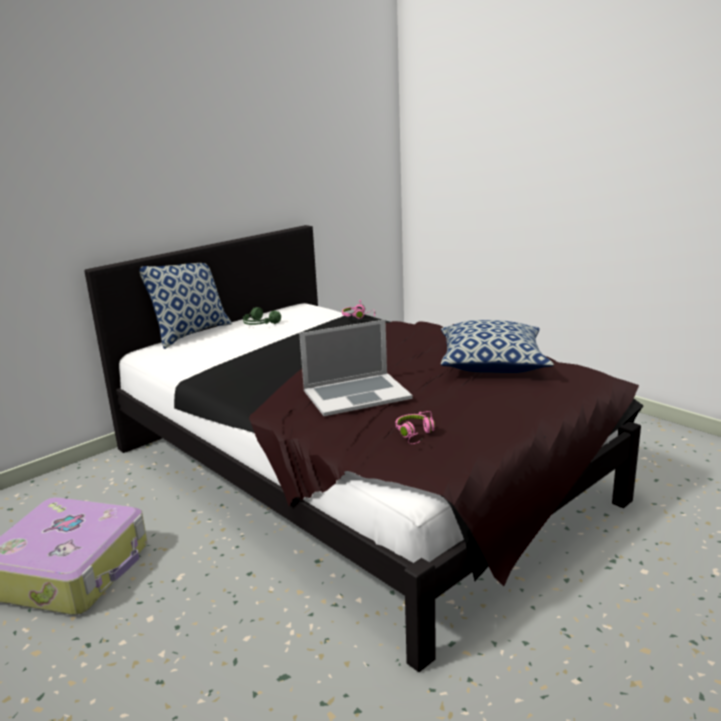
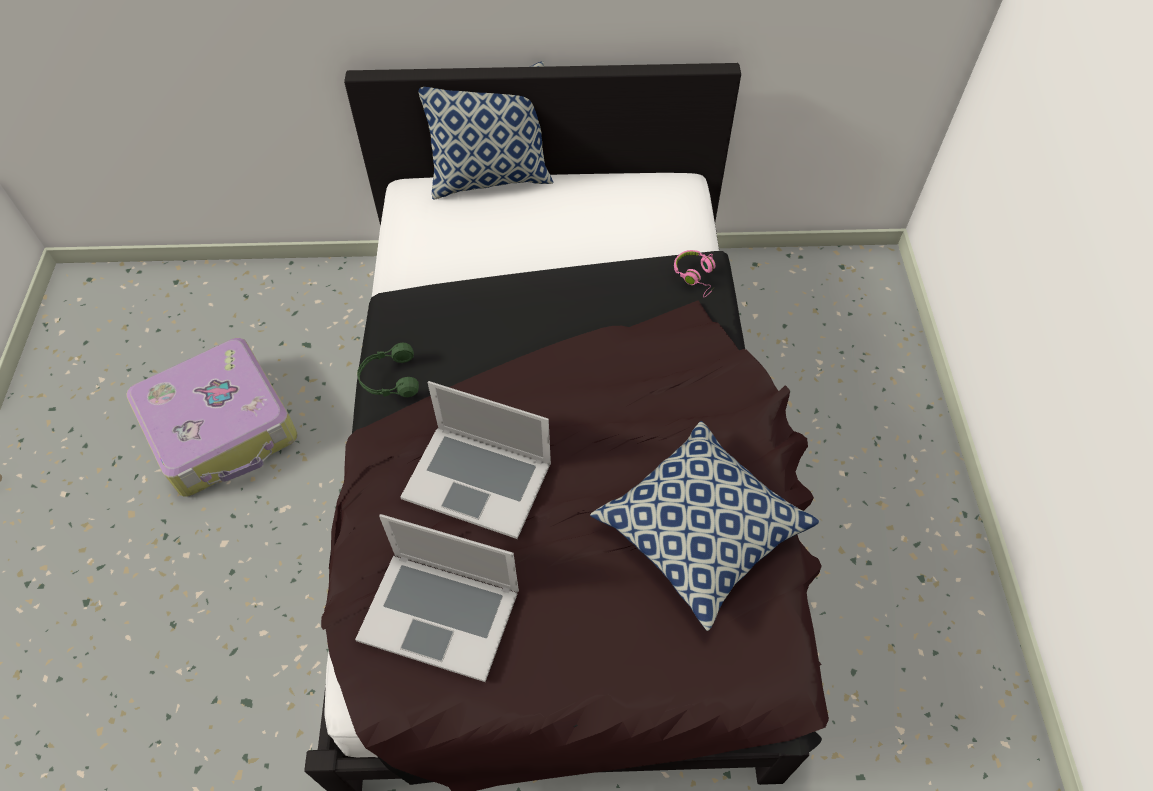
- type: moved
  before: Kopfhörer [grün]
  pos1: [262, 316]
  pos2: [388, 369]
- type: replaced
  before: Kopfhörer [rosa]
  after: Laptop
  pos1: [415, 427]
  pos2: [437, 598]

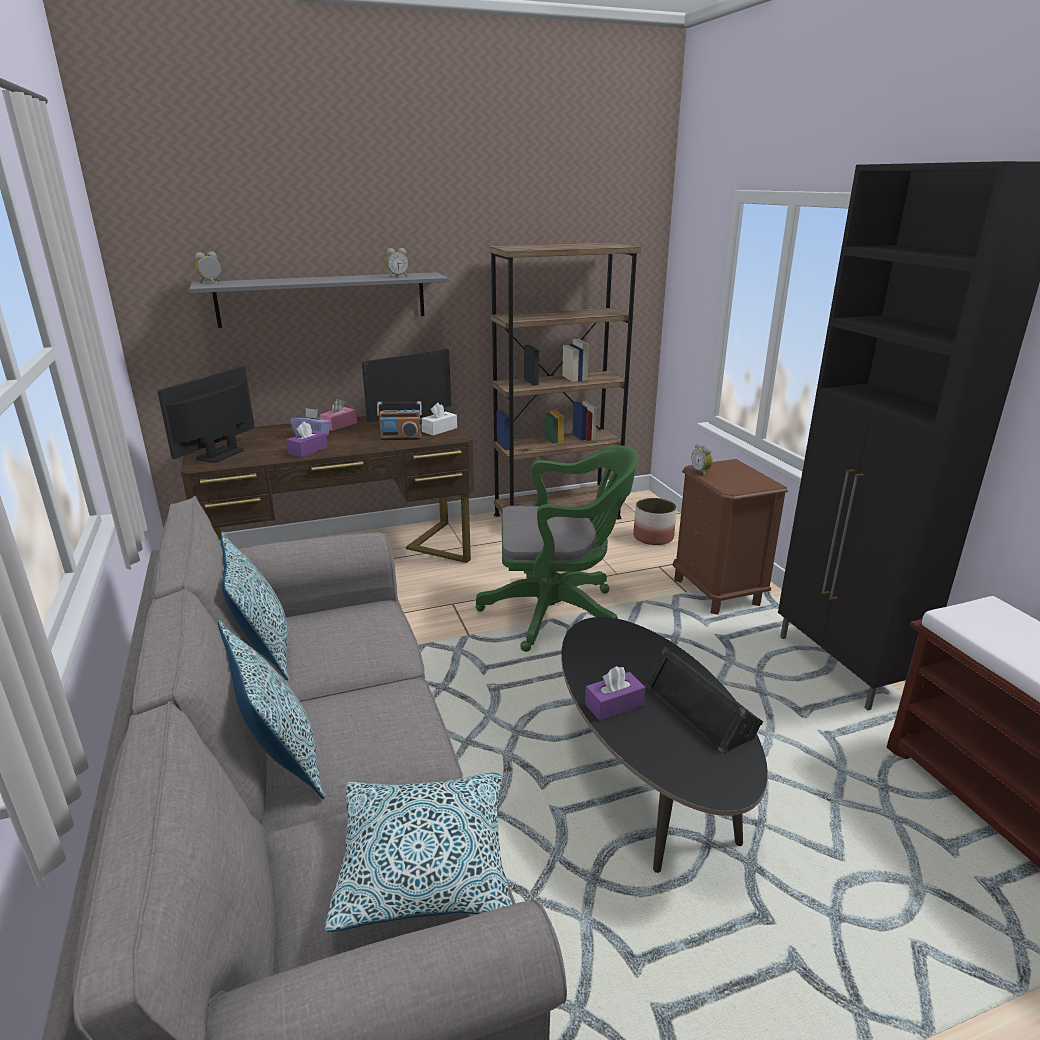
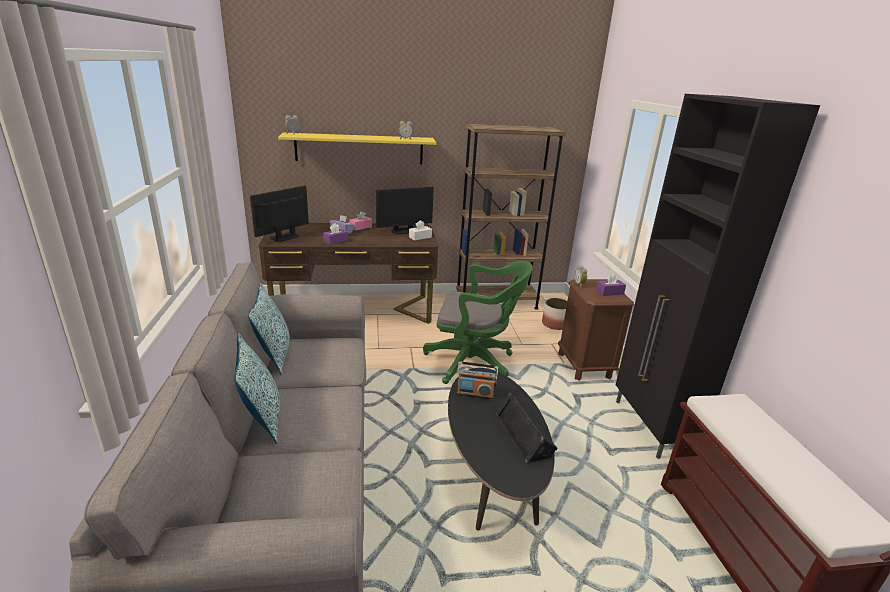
- type: recoloured
  before: Wandregal [grau]
  after: Wandregal [gelb]
  pos1: [319, 300]
  pos2: [357, 149]
- type: removed
  before: Kissen
  pos1: [418, 851]
- type: moved
  before: Radio
  pos1: [399, 420]
  pos2: [477, 380]
- type: moved
  before: Taschentuchbox [lila]
  pos1: [615, 693]
  pos2: [611, 284]

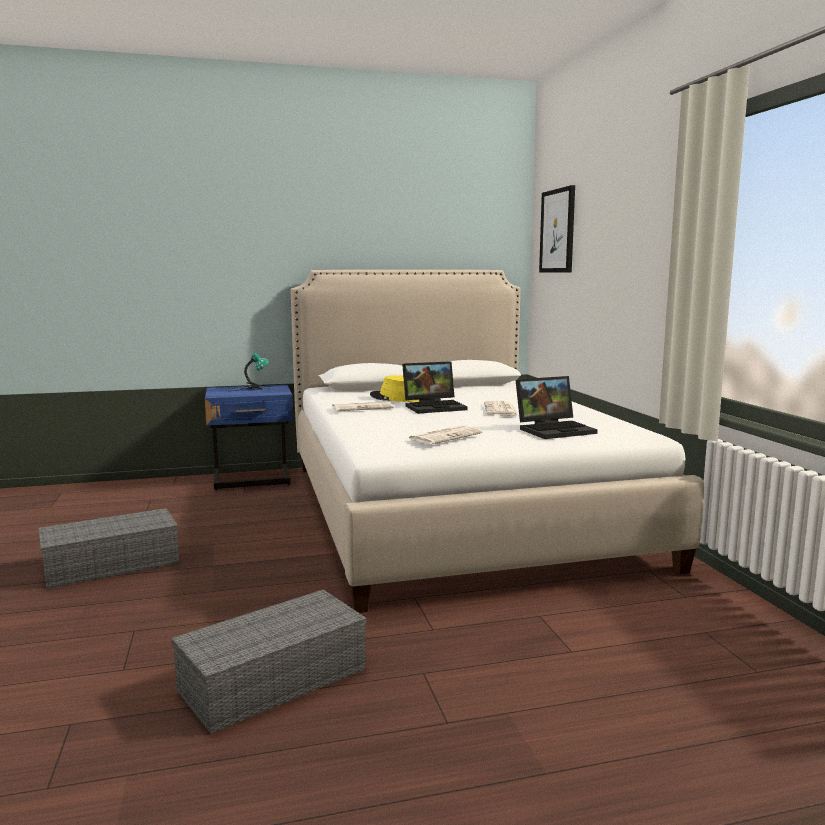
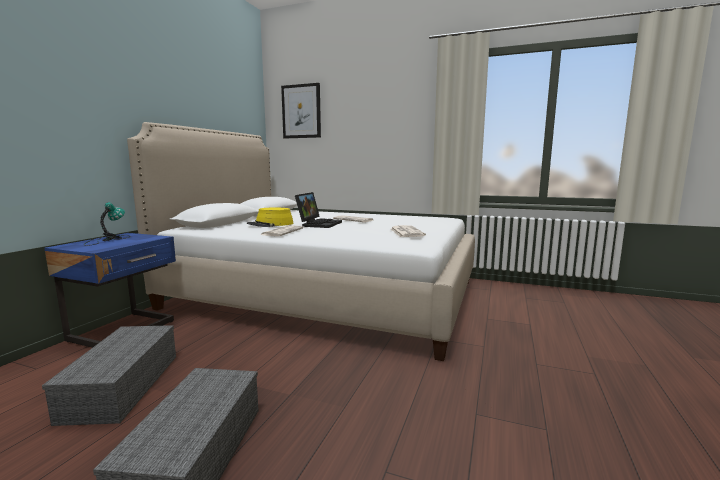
- type: moved
  before: Aufbewahrungsbox [grau]
  pos1: [269, 661]
  pos2: [109, 375]
- type: removed
  before: Laptop
  pos1: [556, 407]

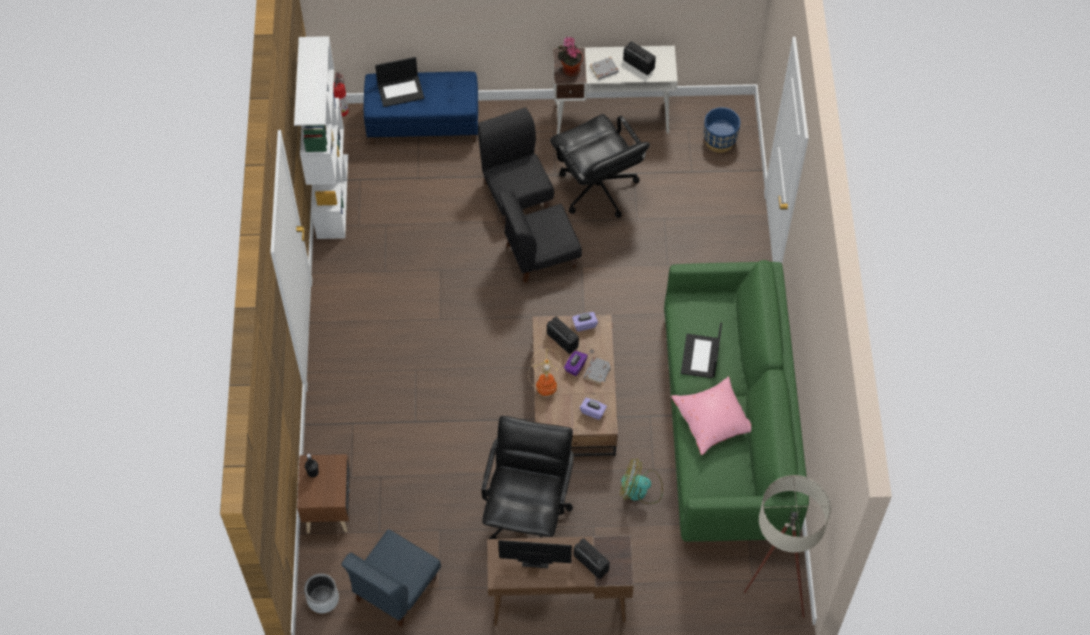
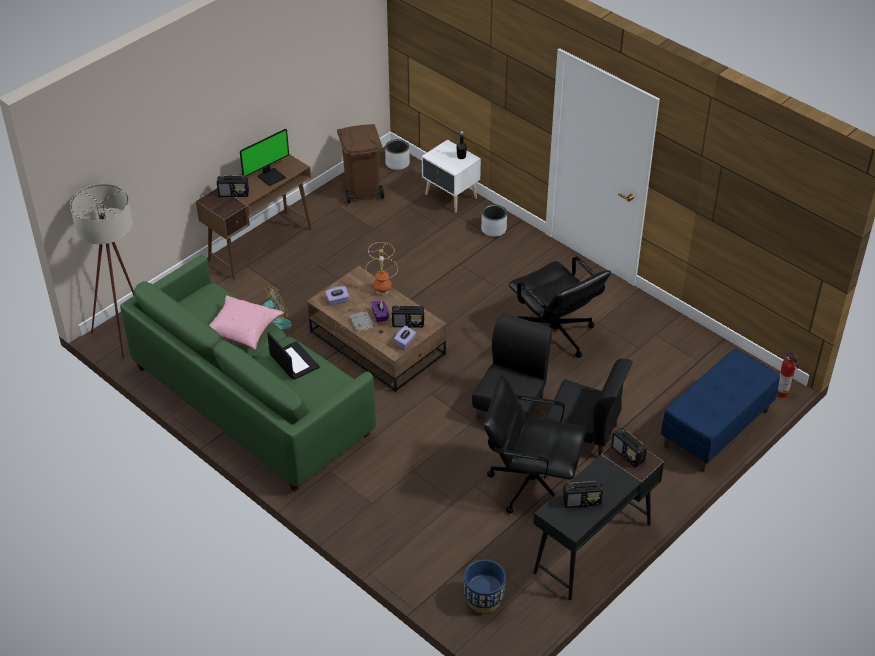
- type: removed
  before: Bücherregal [weiß]
  pos1: [321, 137]
- type: recoloured
  before: Nachttisch [braun]
  after: Nachttisch [weiß]
  pos1: [323, 493]
  pos2: [451, 176]
- type: replaced
  before: Stuhl [blau]
  after: Mülleimer [braun]
  pos1: [391, 578]
  pos2: [360, 164]
- type: removed
  before: Laptop
  pos1: [399, 82]
- type: moved
  before: Bürostuhl [schwarz]
  pos1: [527, 477]
  pos2: [559, 307]
- type: recoloured
  before: Schreibtisch [weiß]
  after: Schreibtisch [schwarz]
  pos1: [615, 90]
  pos2: [598, 523]
- type: replaced
  before: Topfpflanze
  after: Radio
  pos1: [570, 56]
  pos2: [629, 447]
- type: removed
  before: Buch [grau]
  pos1: [604, 68]
- type: added
  after: Pflanzkübel [grau]
  pos2: [494, 220]

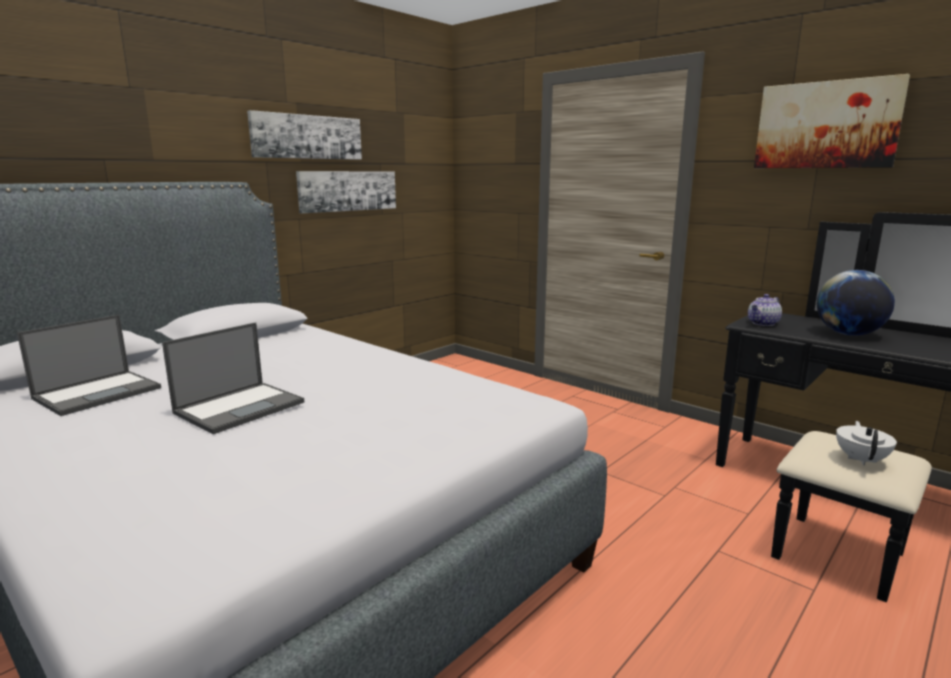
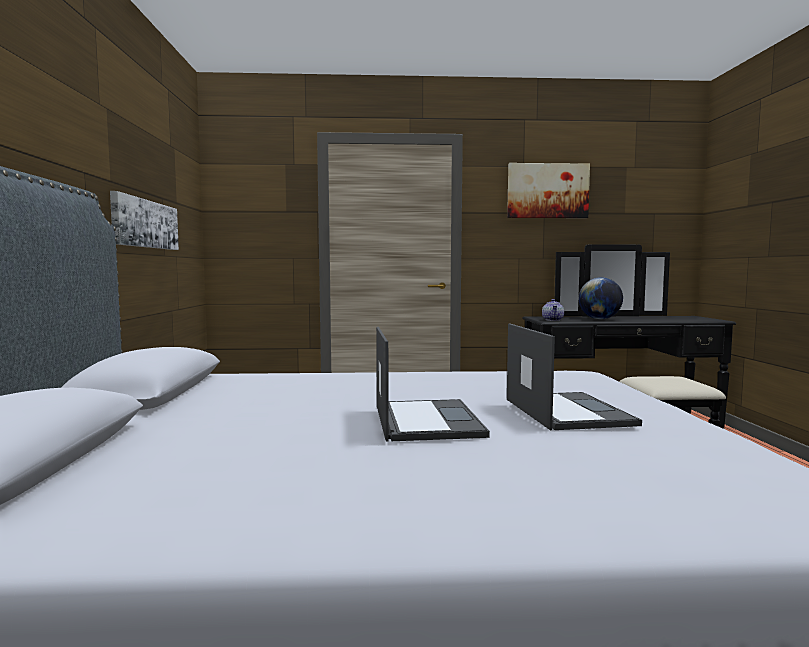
- type: moved
  before: Laptop
  pos1: [89, 365]
  pos2: [574, 376]
- type: removed
  before: Bild
  pos1: [304, 135]
- type: removed
  before: Teekanne [weiß]
  pos1: [866, 443]

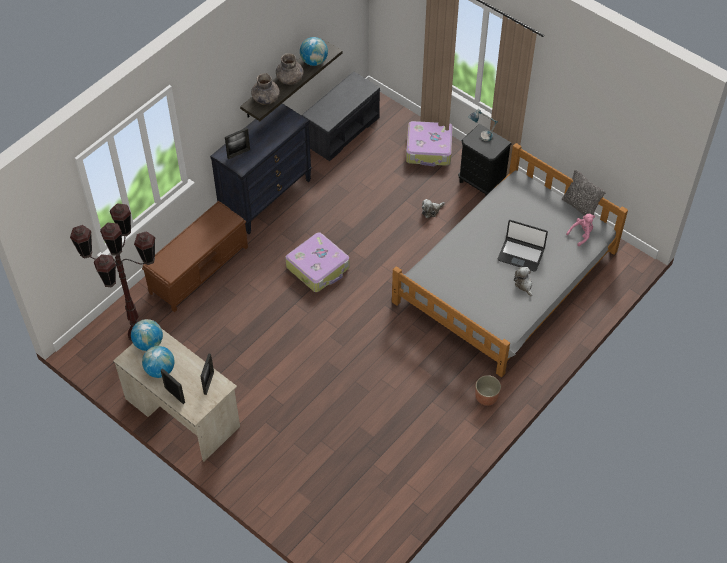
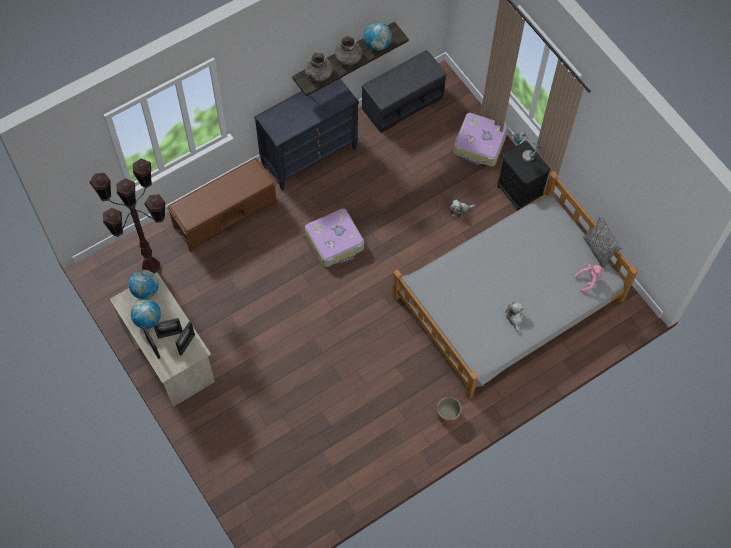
- type: moved
  before: Bilderrahmen
  pos1: [237, 143]
  pos2: [168, 328]
- type: removed
  before: Laptop
  pos1: [523, 246]

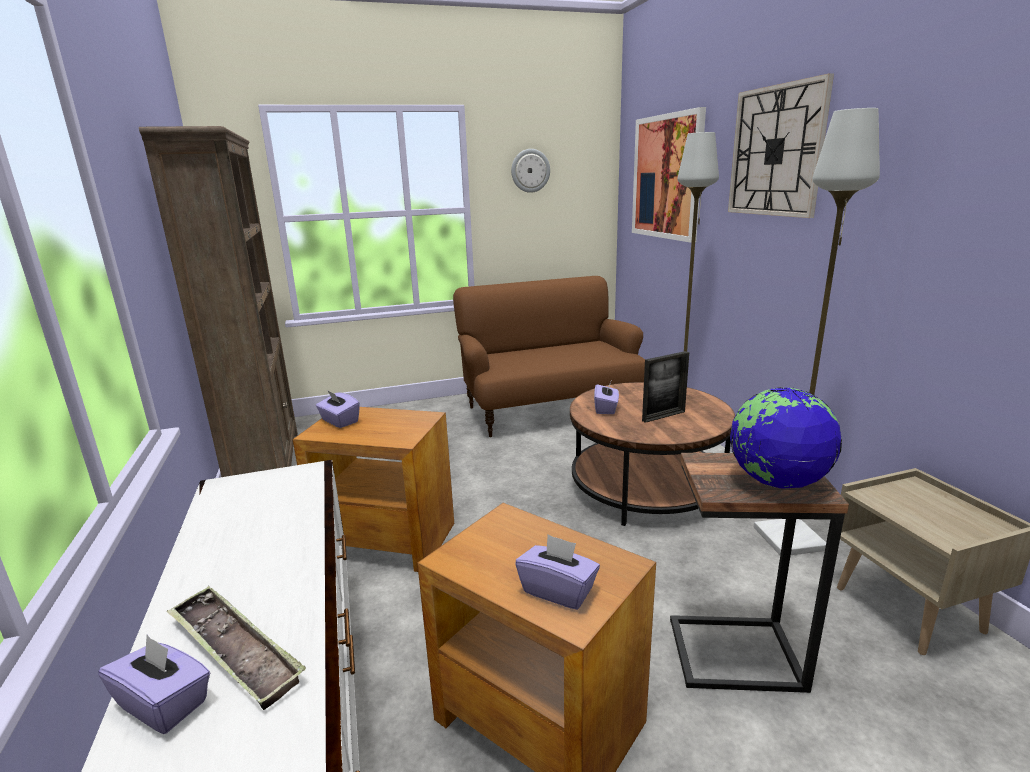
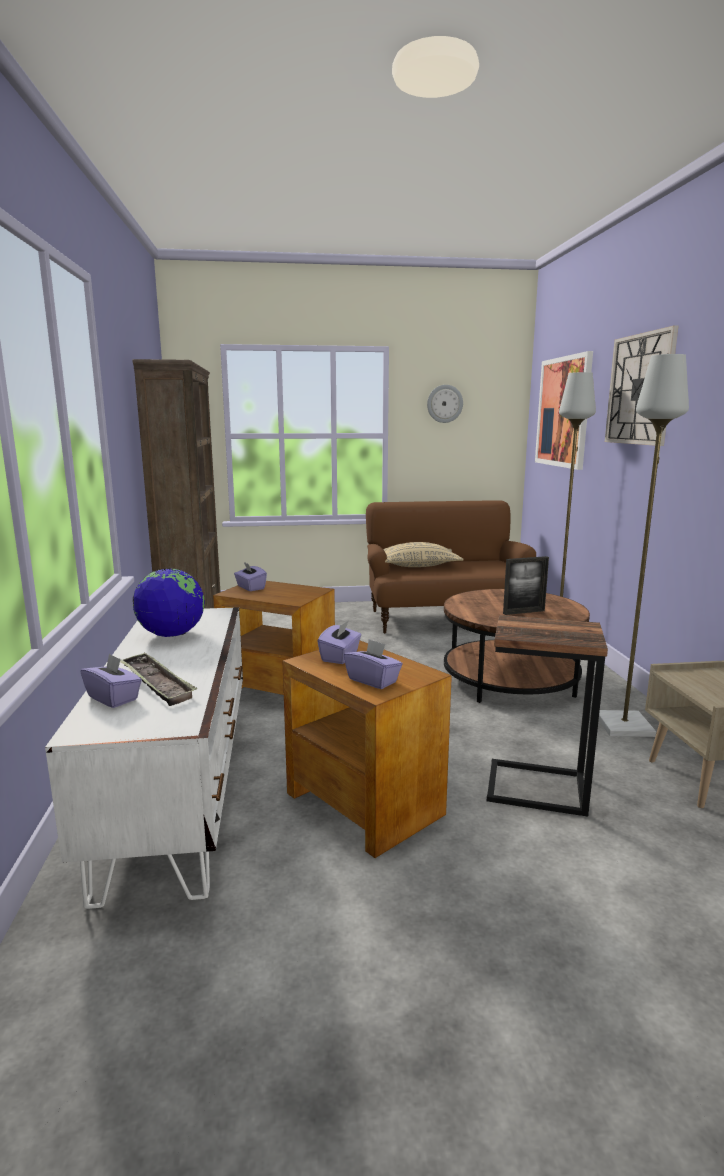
- type: moved
  before: Taschentuchbox [lila]
  pos1: [606, 398]
  pos2: [339, 642]
- type: moved
  before: Globus
  pos1: [786, 438]
  pos2: [169, 602]
- type: added
  after: Kissen [beige]
  pos2: [423, 554]

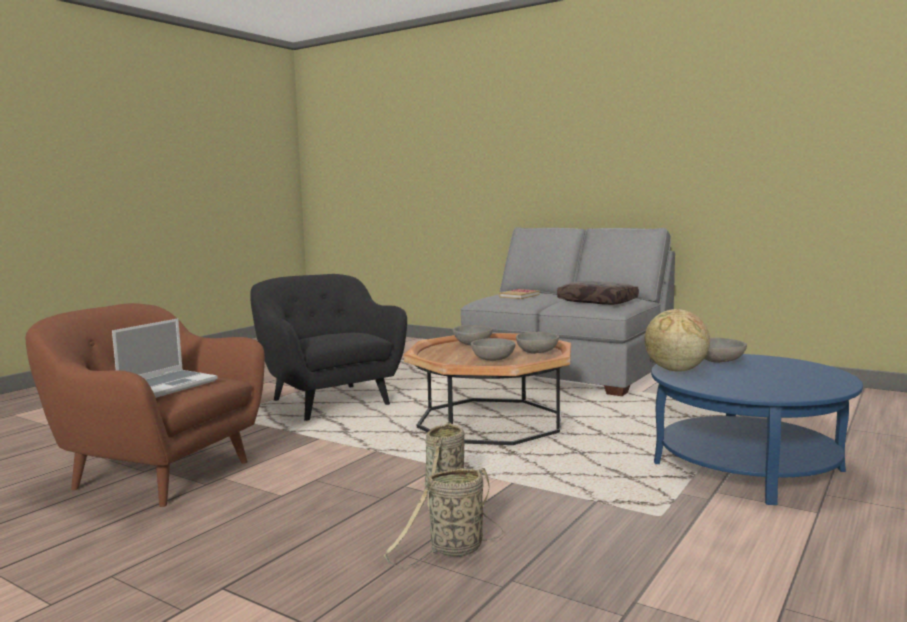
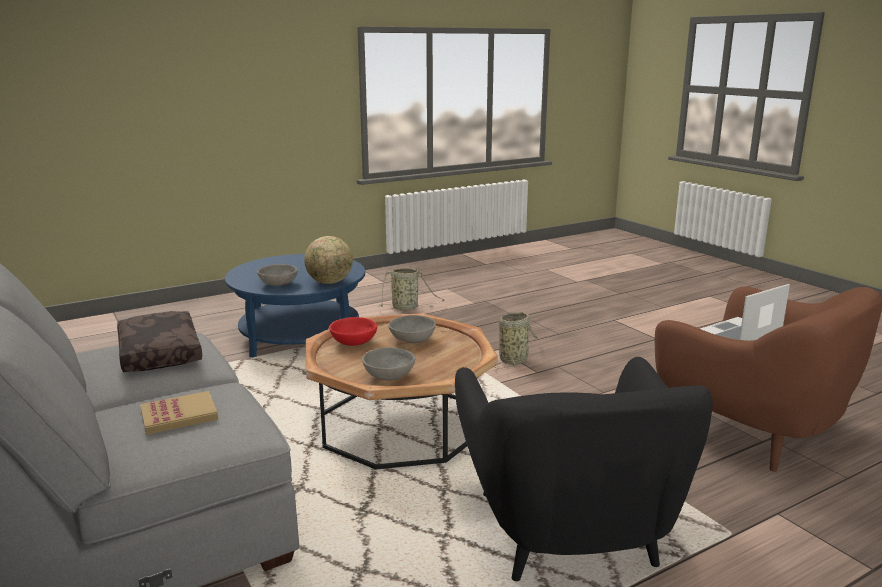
- type: moved
  before: Korb
  pos1: [443, 518]
  pos2: [412, 289]
- type: recoloured
  before: Schüssel [grau]
  after: Schüssel [rot]
  pos1: [537, 343]
  pos2: [353, 331]

